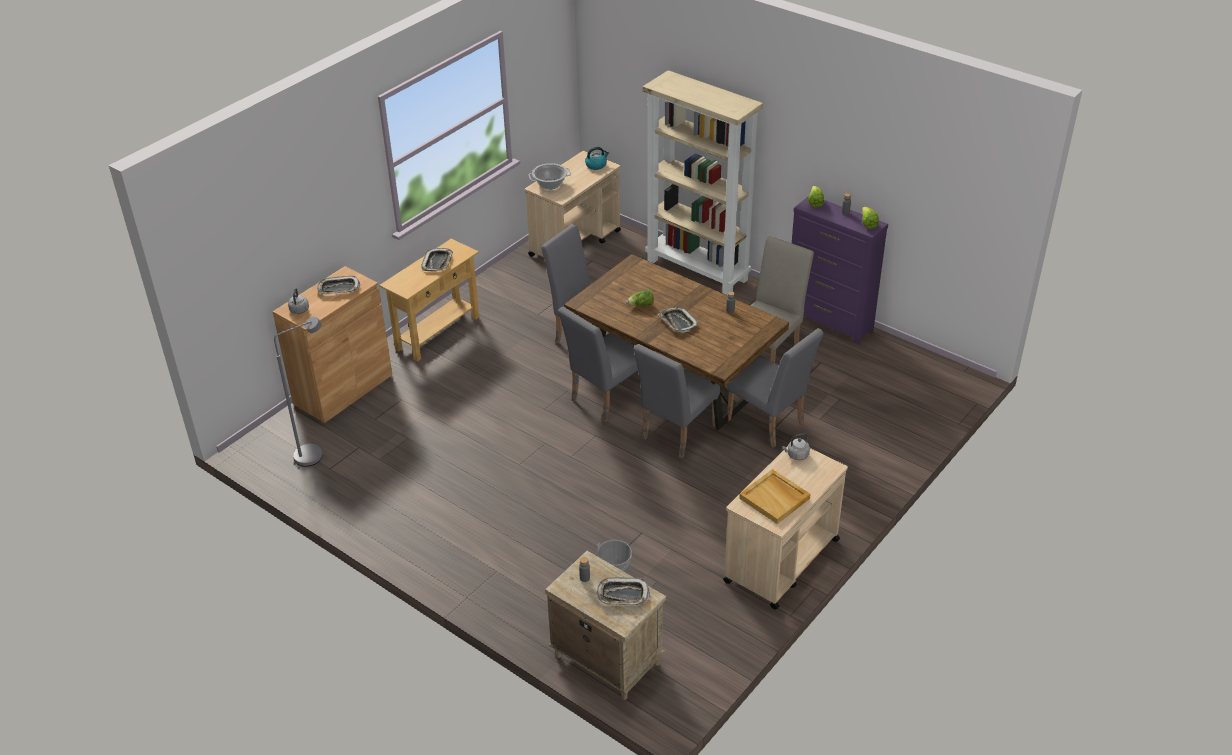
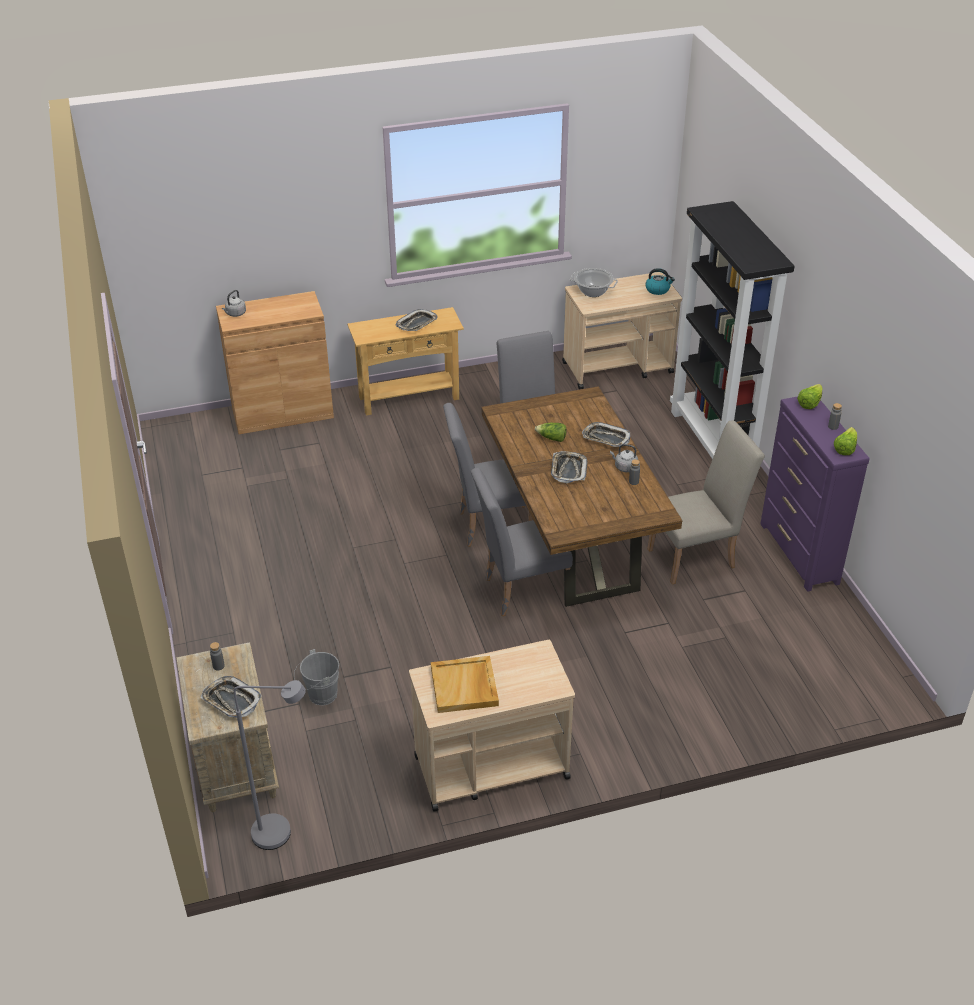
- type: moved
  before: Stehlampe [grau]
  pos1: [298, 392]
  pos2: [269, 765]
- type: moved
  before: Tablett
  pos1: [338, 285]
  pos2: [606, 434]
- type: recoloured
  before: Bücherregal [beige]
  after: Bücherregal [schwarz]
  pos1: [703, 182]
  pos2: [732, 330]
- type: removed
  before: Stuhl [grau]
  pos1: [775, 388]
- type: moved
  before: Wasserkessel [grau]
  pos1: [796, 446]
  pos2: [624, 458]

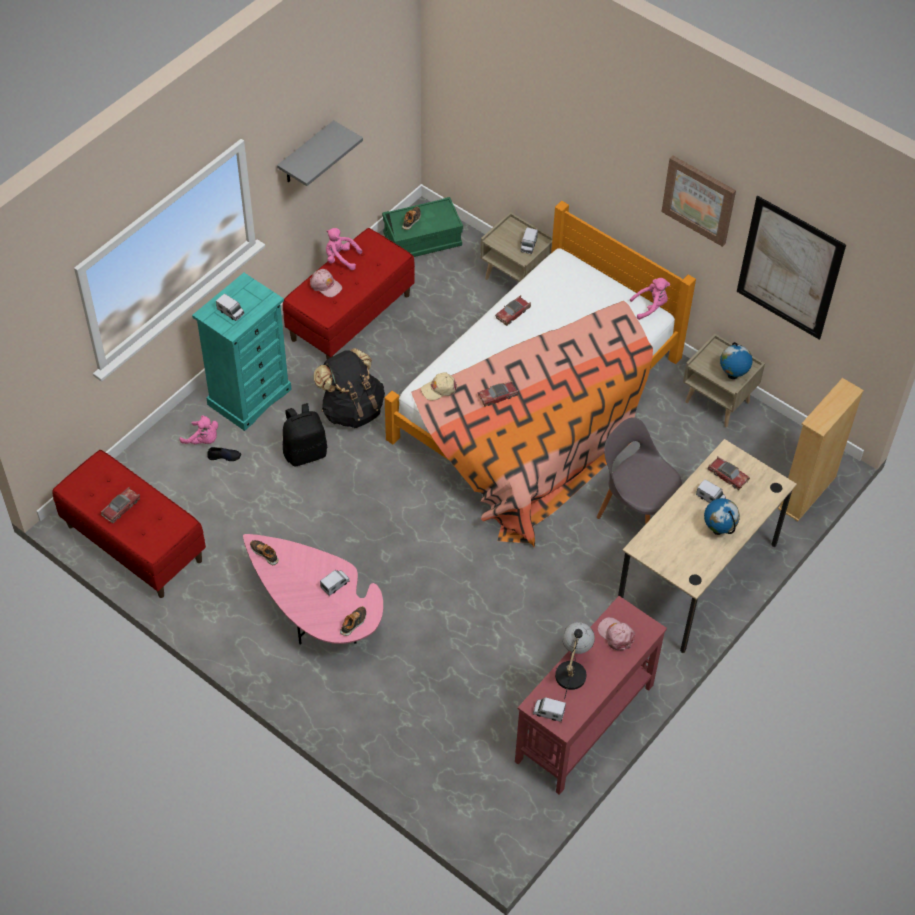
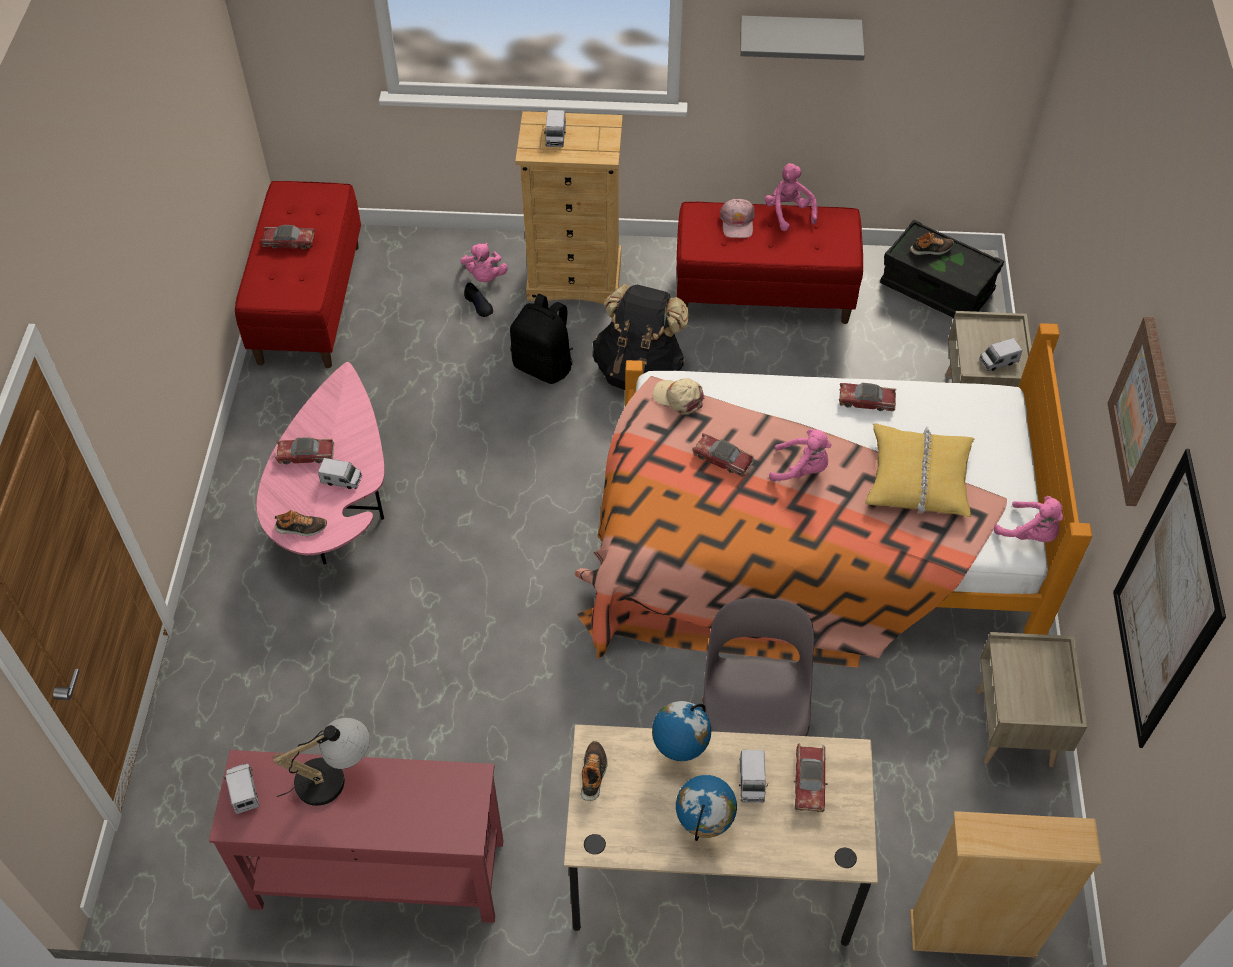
- type: recoloured
  before: Kommode [türkis]
  after: Kommode [beige]
  pos1: [241, 352]
  pos2: [569, 207]
- type: moved
  before: Schuh
  pos1: [264, 552]
  pos2: [594, 771]
- type: recoloured
  before: Aufbewahrungsbox [grün]
  after: Aufbewahrungsbox [schwarz]
  pos1: [422, 227]
  pos2: [942, 269]
- type: removed
  before: Kappe [rosa]
  pos1: [616, 634]
- type: moved
  before: Globus
  pos1: [736, 360]
  pos2: [681, 731]
- type: added
  after: Spielzeugauto
  pos2: [304, 450]
- type: added
  after: Plüschtier [rosa]
  pos2: [800, 455]
- type: added
  after: Kissen [gelb]
  pos2: [919, 470]

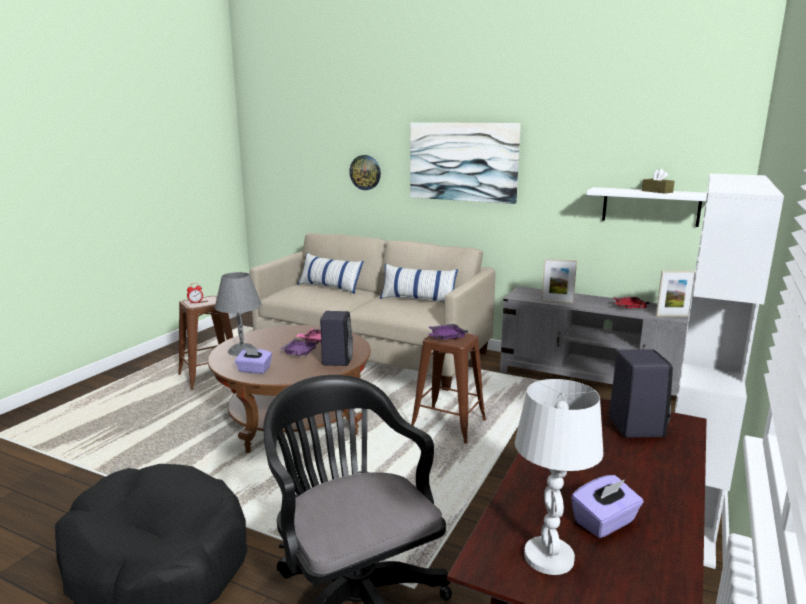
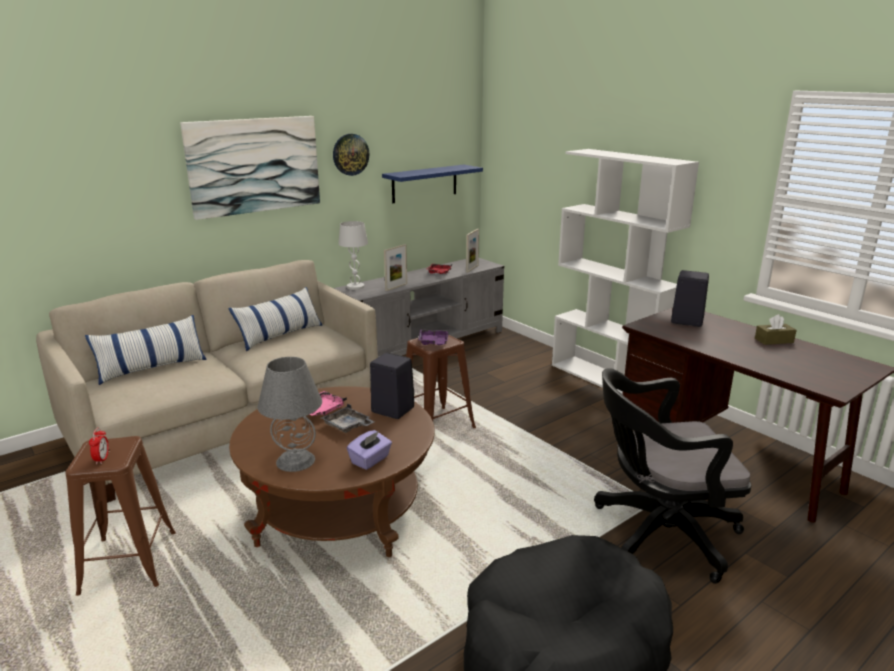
- type: recoloured
  before: Tablett [lila]
  after: Tablett [grau]
  pos1: [299, 347]
  pos2: [347, 418]
- type: moved
  before: Wanduhr
  pos1: [365, 172]
  pos2: [351, 155]
- type: moved
  before: Tischlampe [weiß]
  pos1: [559, 477]
  pos2: [353, 255]
- type: removed
  before: Taschentuchbox [lila]
  pos1: [607, 506]
- type: recoloured
  before: Wandregal [weiß]
  after: Wandregal [blau]
  pos1: [647, 207]
  pos2: [432, 184]
- type: moved
  before: Taschentuchbox [braun]
  pos1: [658, 181]
  pos2: [776, 329]

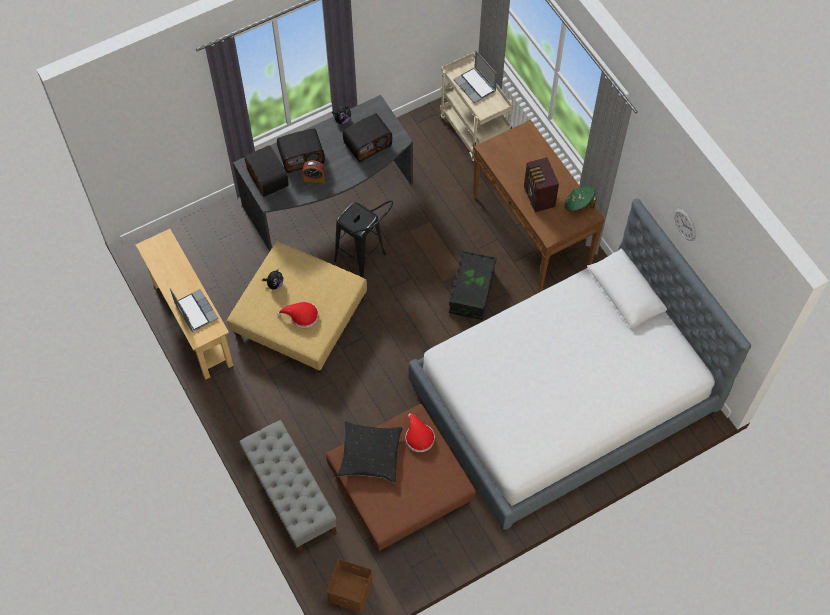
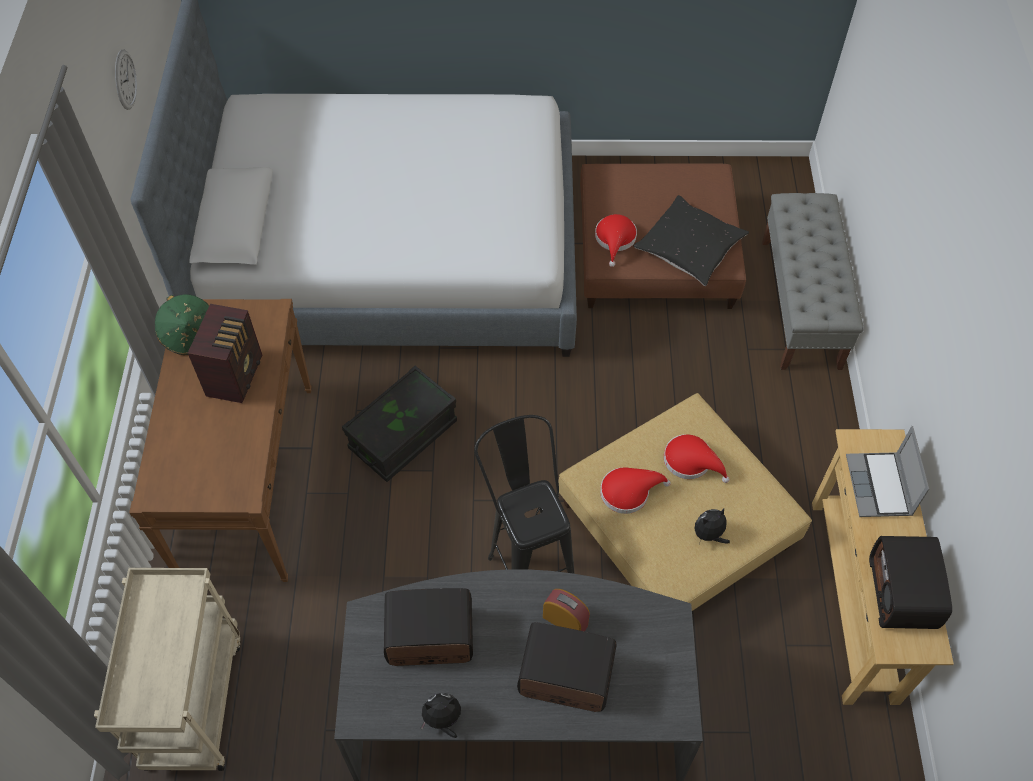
- type: moved
  before: Radio
  pos1: [266, 171]
  pos2: [910, 582]
- type: removed
  before: Aufbewahrungsbox [braun]
  pos1: [350, 586]
- type: removed
  before: Laptop
  pos1: [475, 77]
- type: added
  after: Hut [rot]
  pos2: [635, 490]

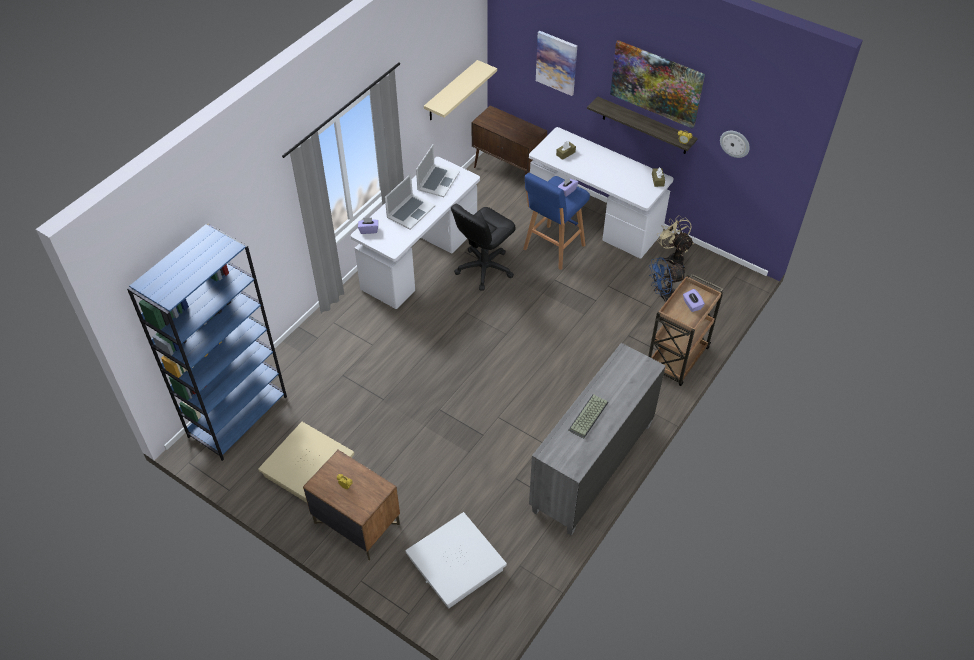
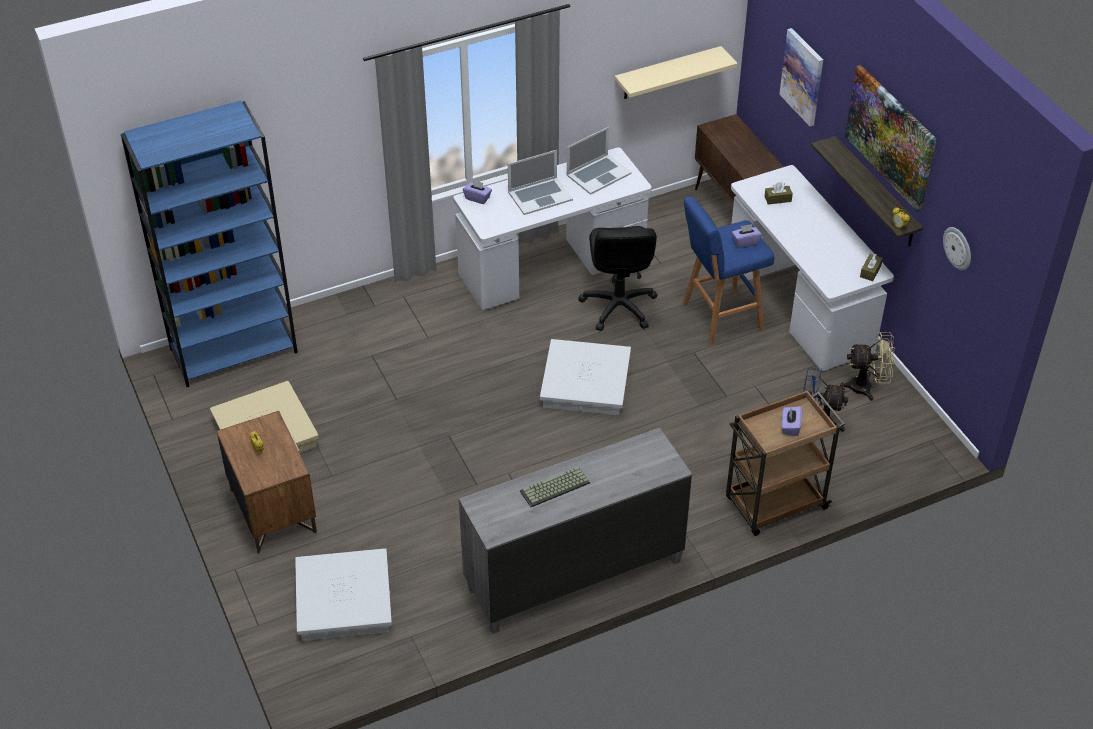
- type: turned
  before: Bürostuhl [schwarz]
  pos1: [483, 247]
  pos2: [617, 278]
  turn: -75
- type: turned
  before: Ventilator [beige]
  pos1: [675, 242]
  pos2: [867, 366]
  turn: 90
- type: added
  after: Aufbewahrungsbox [weiß]
  pos2: [585, 377]

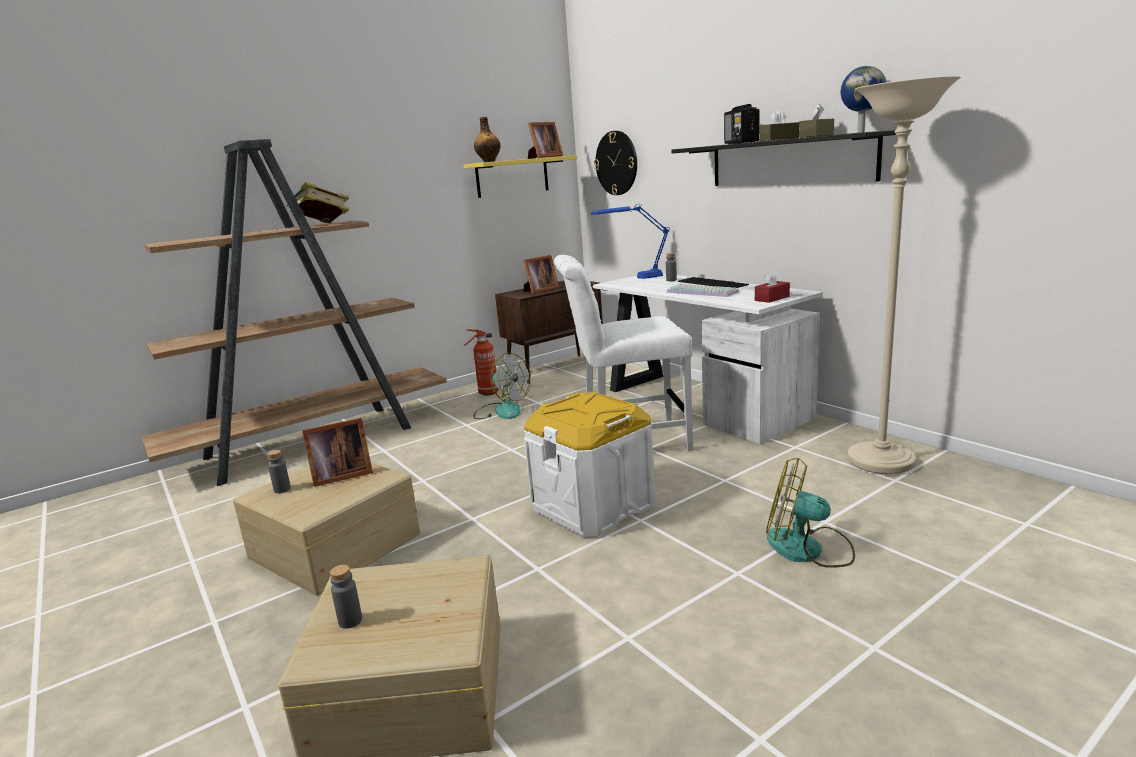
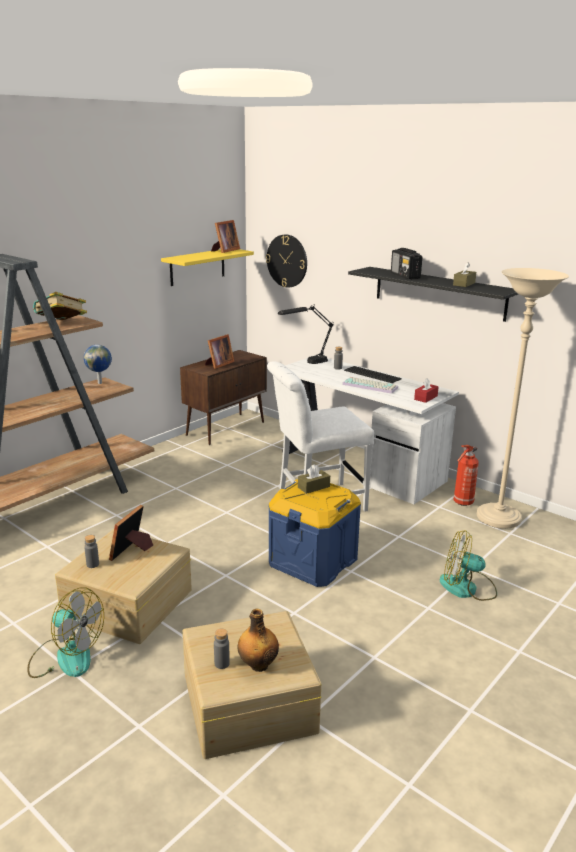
- type: turned
  before: Bilderrahmen
  pos1: [337, 452]
  pos2: [131, 533]
  turn: 150
- type: moved
  before: Feuerlöscher
  pos1: [482, 362]
  pos2: [466, 475]
- type: moved
  before: Flasche
  pos1: [487, 139]
  pos2: [258, 640]
- type: moved
  before: Ventilator
  pos1: [502, 386]
  pos2: [65, 632]
- type: recoloured
  before: Aufbewahrungsbox [weiß]
  after: Aufbewahrungsbox [blau]
  pos1: [589, 464]
  pos2: [314, 533]
- type: recoloured
  before: Tischlampe [blau]
  after: Tischlampe [schwarz]
  pos1: [630, 241]
  pos2: [306, 335]
- type: moved
  before: Taschentuchbox [braun]
  pos1: [779, 125]
  pos2: [314, 479]
- type: moved
  before: Globus
  pos1: [864, 99]
  pos2: [98, 364]

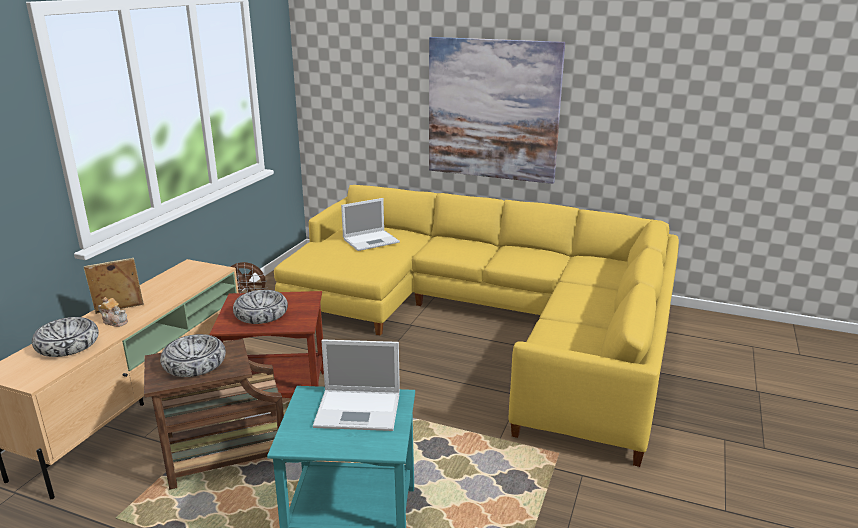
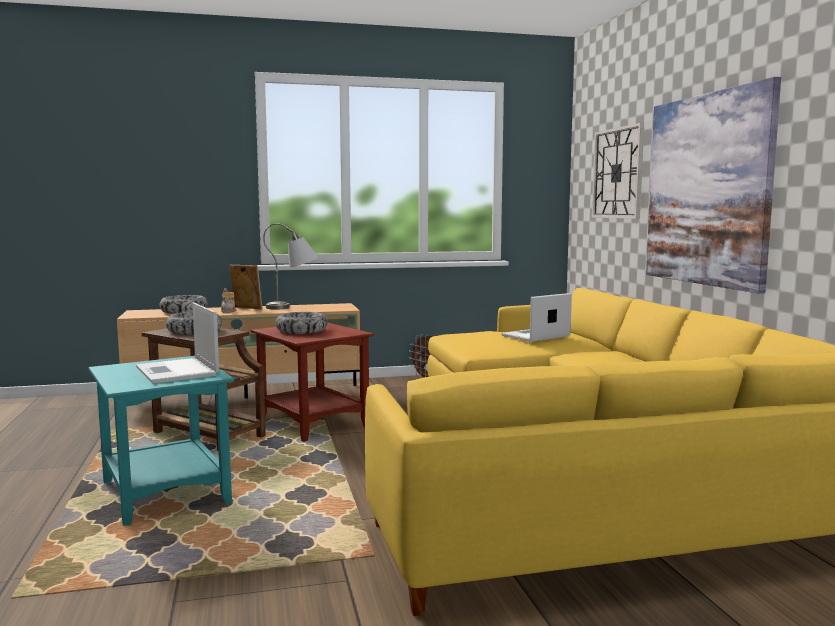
- type: turned
  before: Laptop
  pos1: [370, 224]
  pos2: [536, 317]
  turn: 120
- type: added
  after: Tischlampe [grau]
  pos2: [291, 266]
- type: added
  after: Wanduhr
  pos2: [618, 171]

